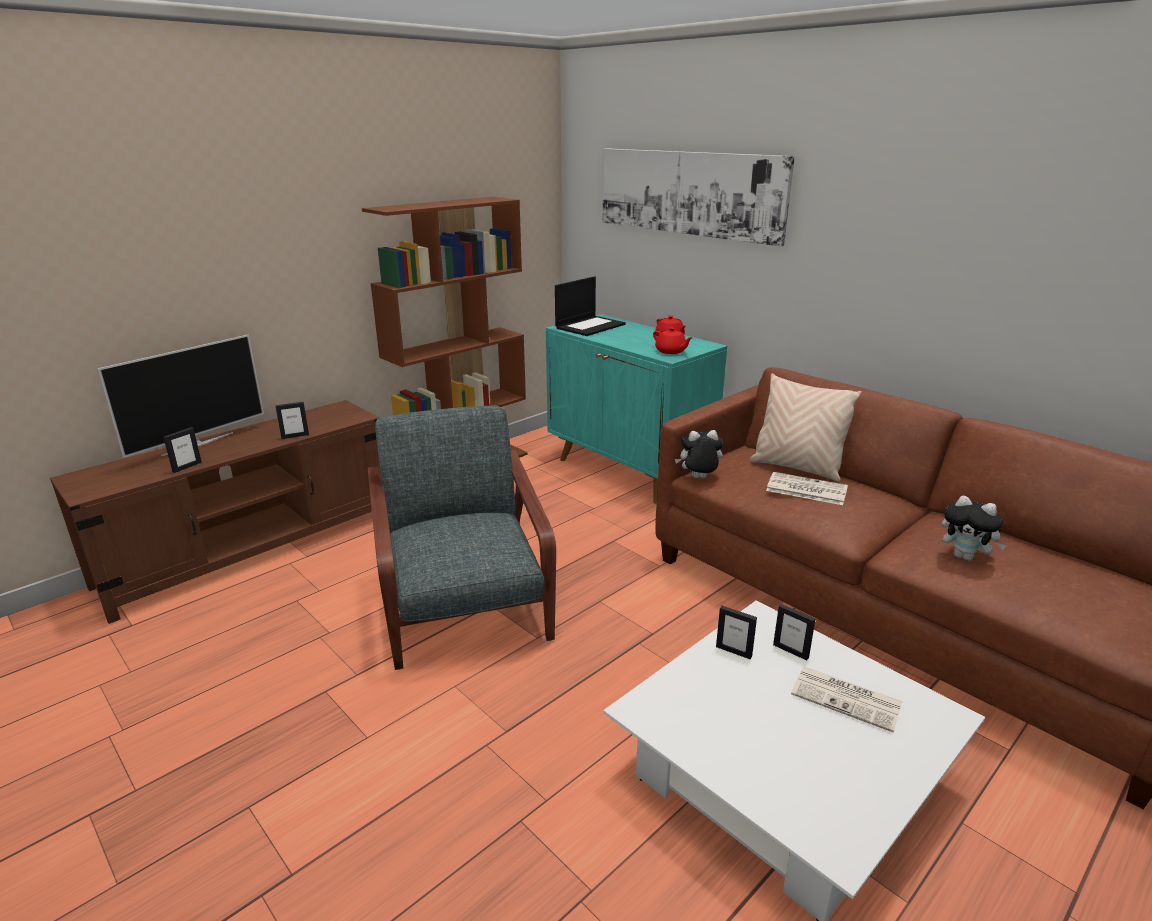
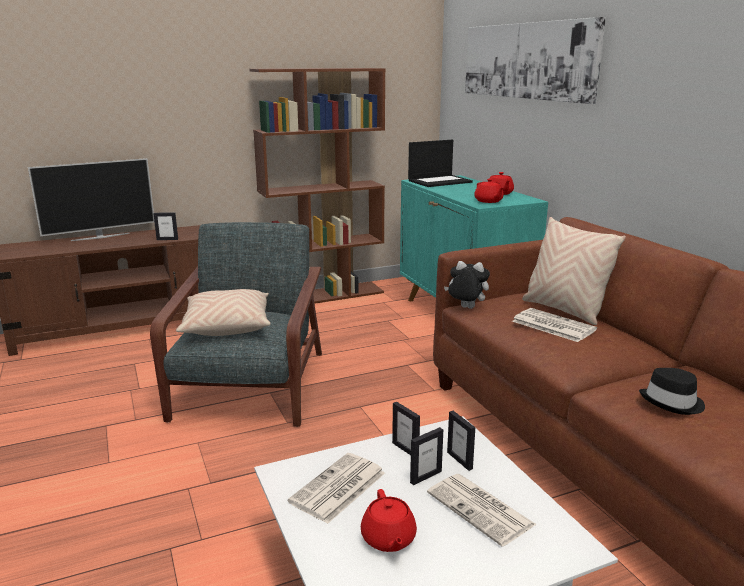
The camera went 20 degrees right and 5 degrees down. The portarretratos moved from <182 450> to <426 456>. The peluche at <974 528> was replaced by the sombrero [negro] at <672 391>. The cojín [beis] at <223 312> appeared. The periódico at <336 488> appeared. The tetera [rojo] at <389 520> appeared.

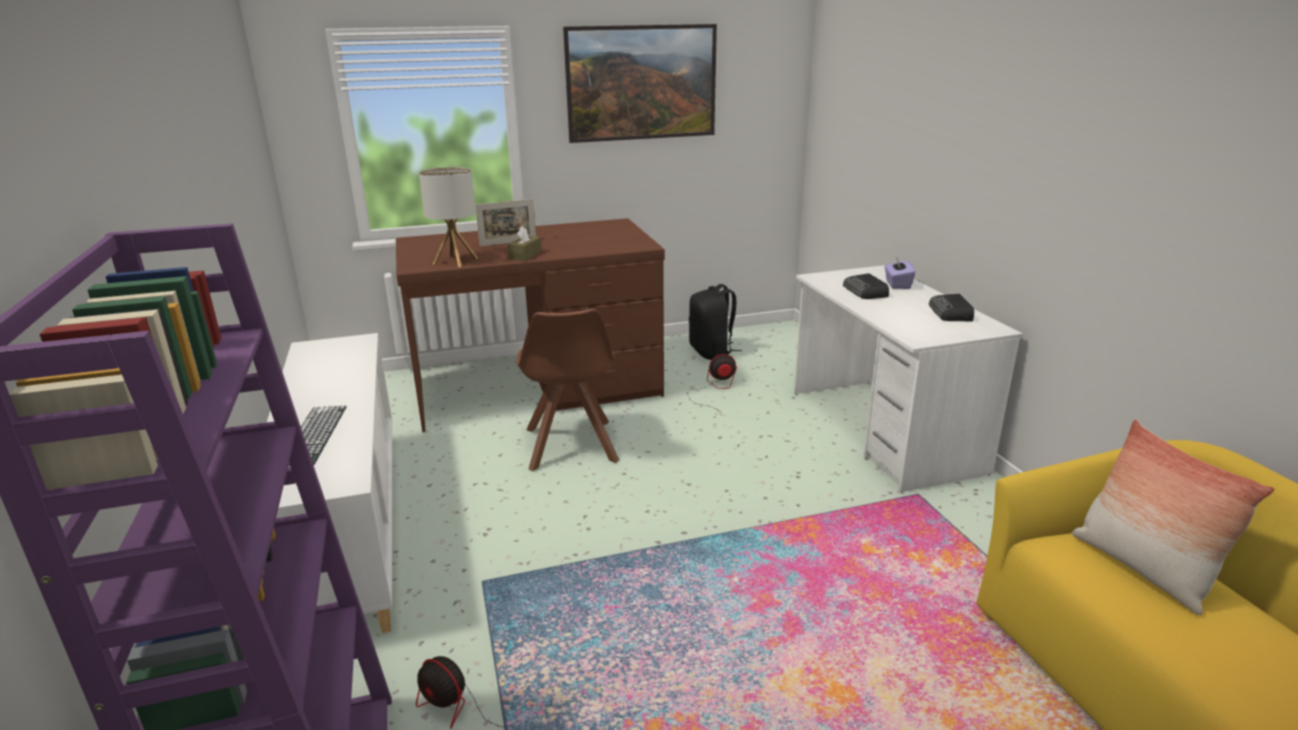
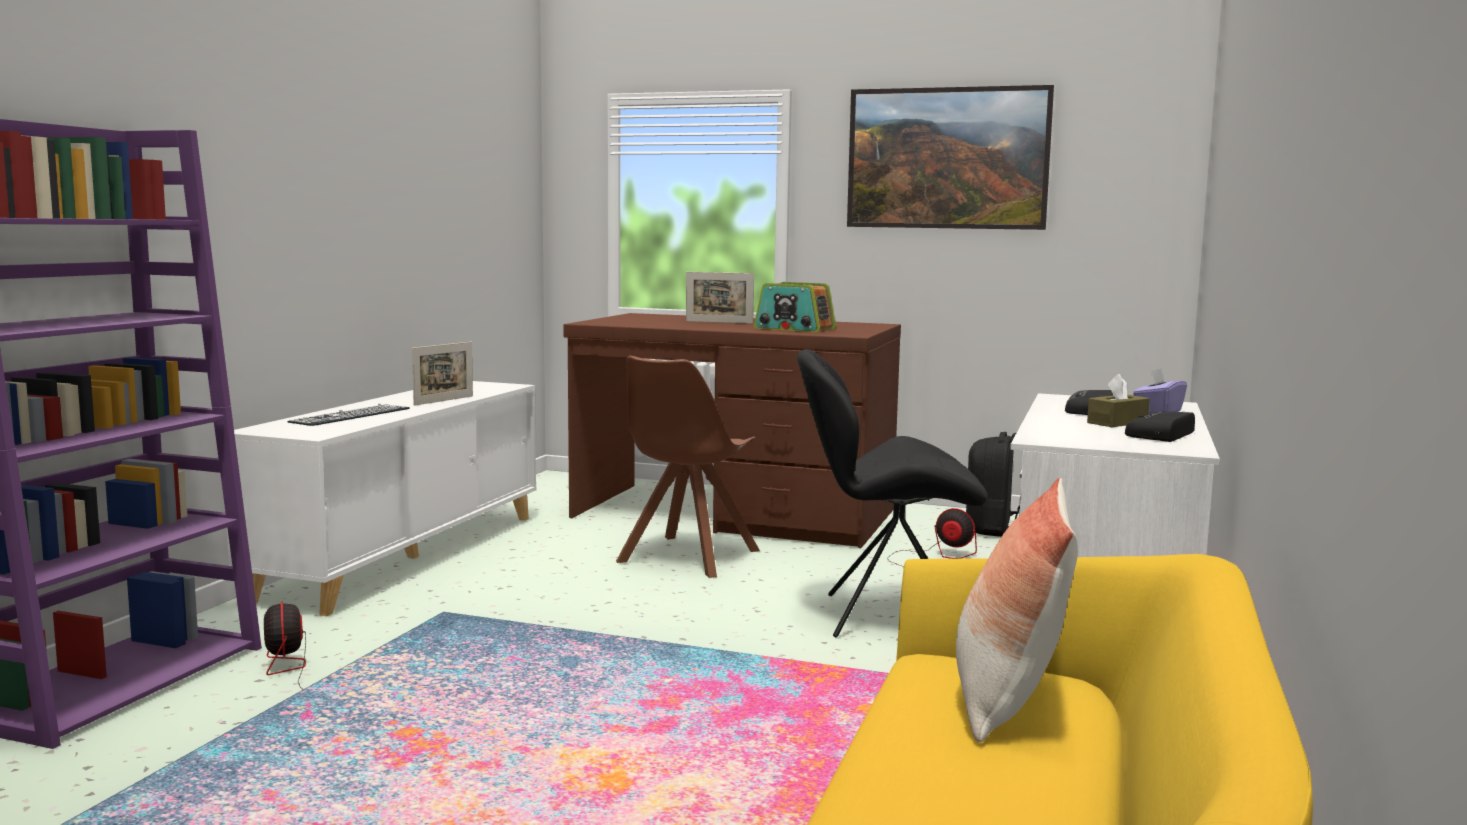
The camera went 35 degrees right and 15 degrees down. The lámpara de mesa at <448 217> disappeared. The caja de pañuelos [marrón] moved from <525 243> to <1118 400>. The radio at <795 307> appeared. The portarretratos at <442 374> appeared. The silla [negro] at <892 493> appeared.

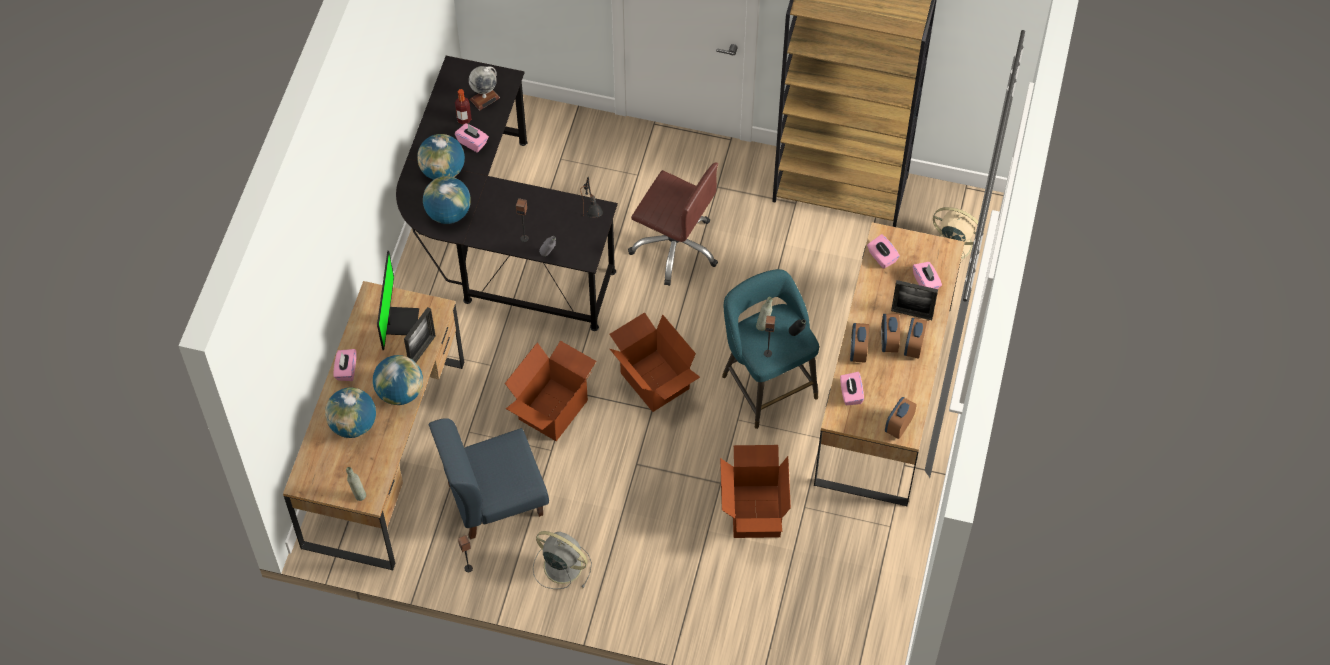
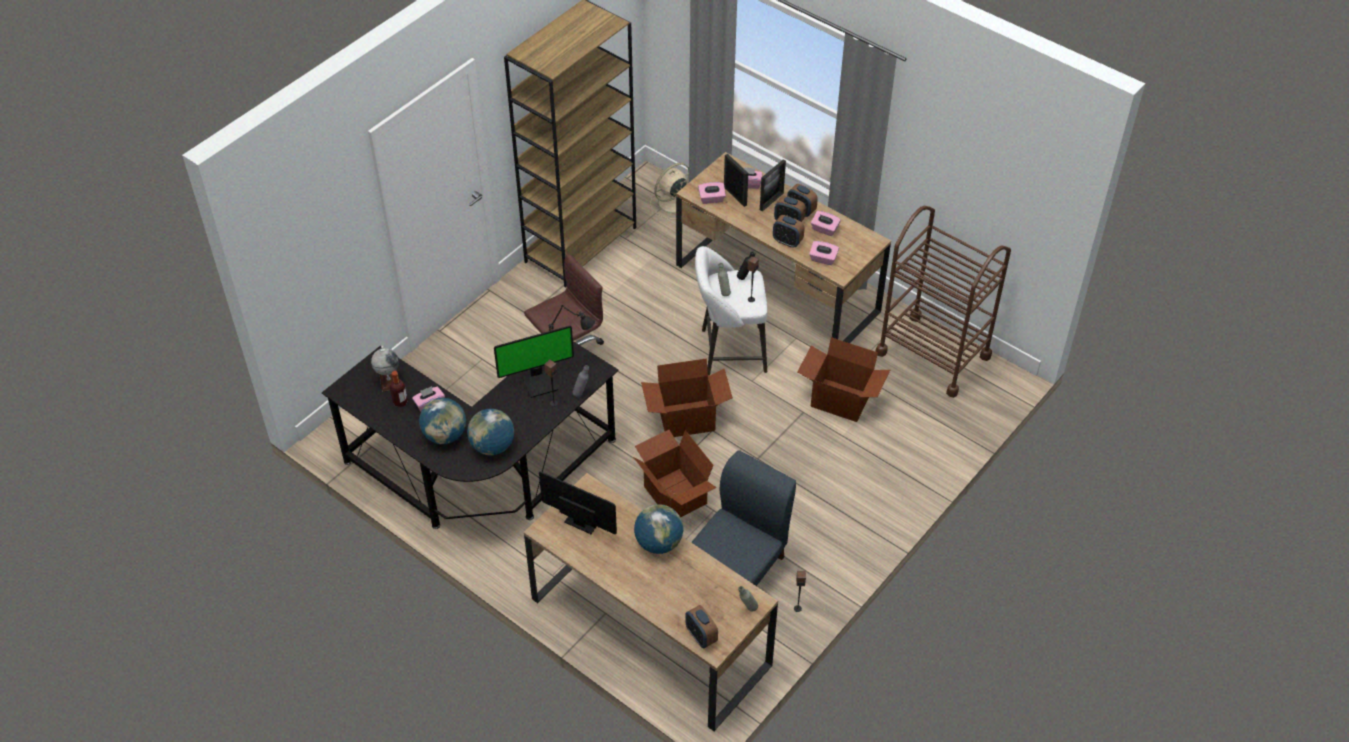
The camera went 65 degrees left and 10 degrees down. The taburete [turquesa] at <770 349> became the taburete [blanco] at <731 311>. The portarretratos moved from <420 334> to <736 180>. The caja de pañuelos [rosa] moved from <345 365> to <826 223>. The globo terráqueo at <350 412> disappeared. The despertador moved from <901 418> to <701 626>. The silla [azul] at <489 479> turned 150 degrees counterclockwise. The ventilador [gris] at <562 560> disappeared. The carrito [marrón] at <943 302> appeared. The monitor at <534 362> appeared.

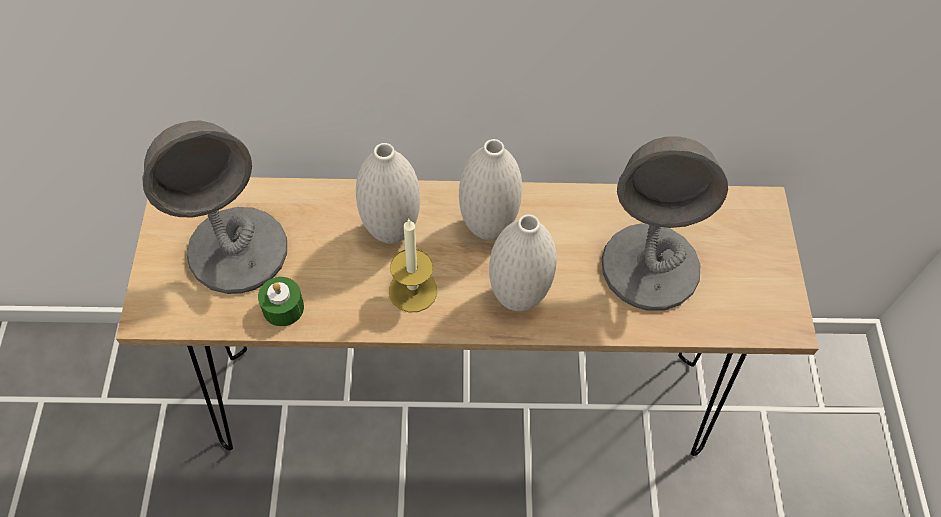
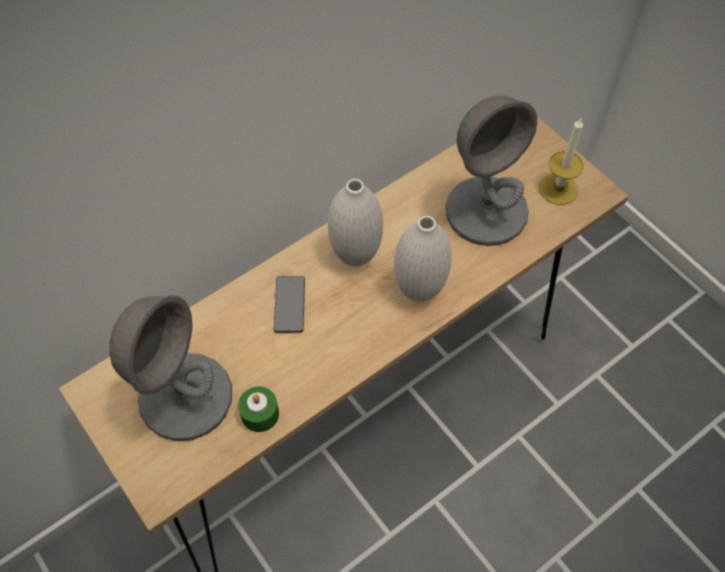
The camera went 35 degrees left and 0 degrees up. The florero [blanco] at <388 193> was replaced by the móvil at <289 304>. The vela moved from <413 265> to <561 161>.

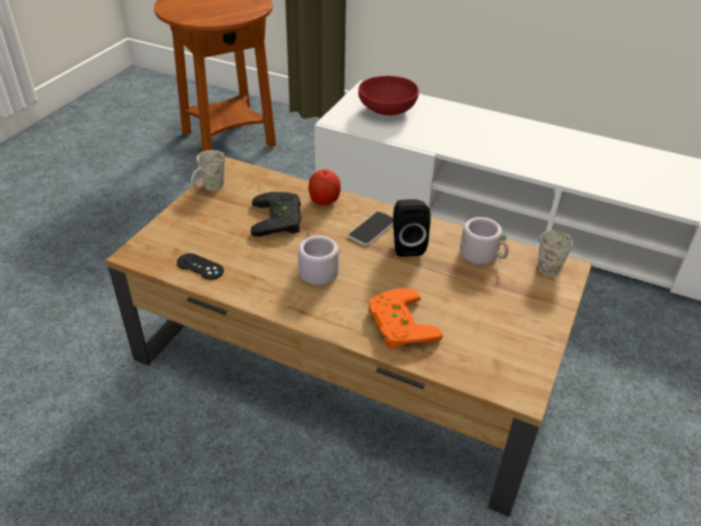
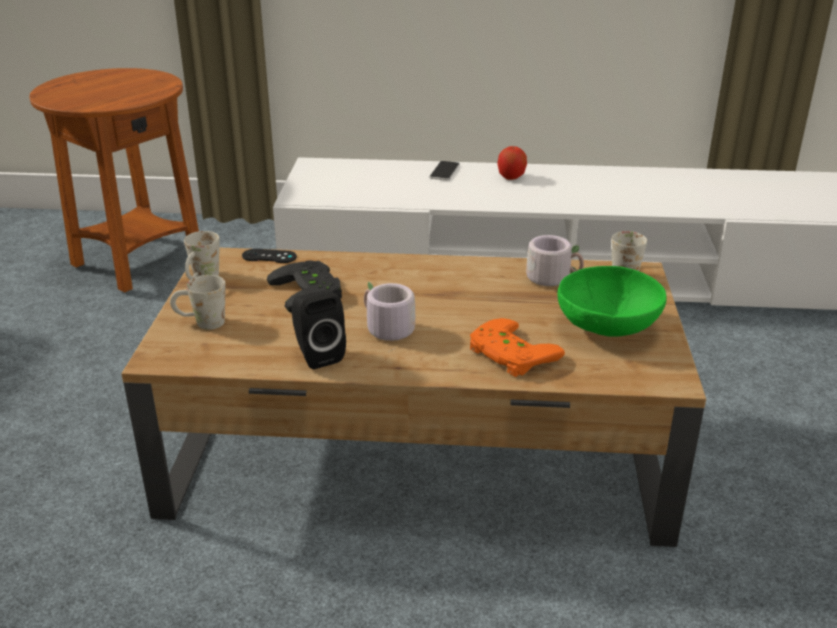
The camera went 20 degrees left and 10 degrees down. The cuenco [rojo] at <388 95> disappeared. The manzana moved from <324 187> to <512 163>. The altavoz [negro] moved from <412 228> to <319 330>. The móvil moved from <370 228> to <444 171>. The mando de consola [negro] moved from <200 266> to <269 256>. The cuenco [verde] at <612 301> appeared. The taza grande [blanco] at <198 302> appeared.

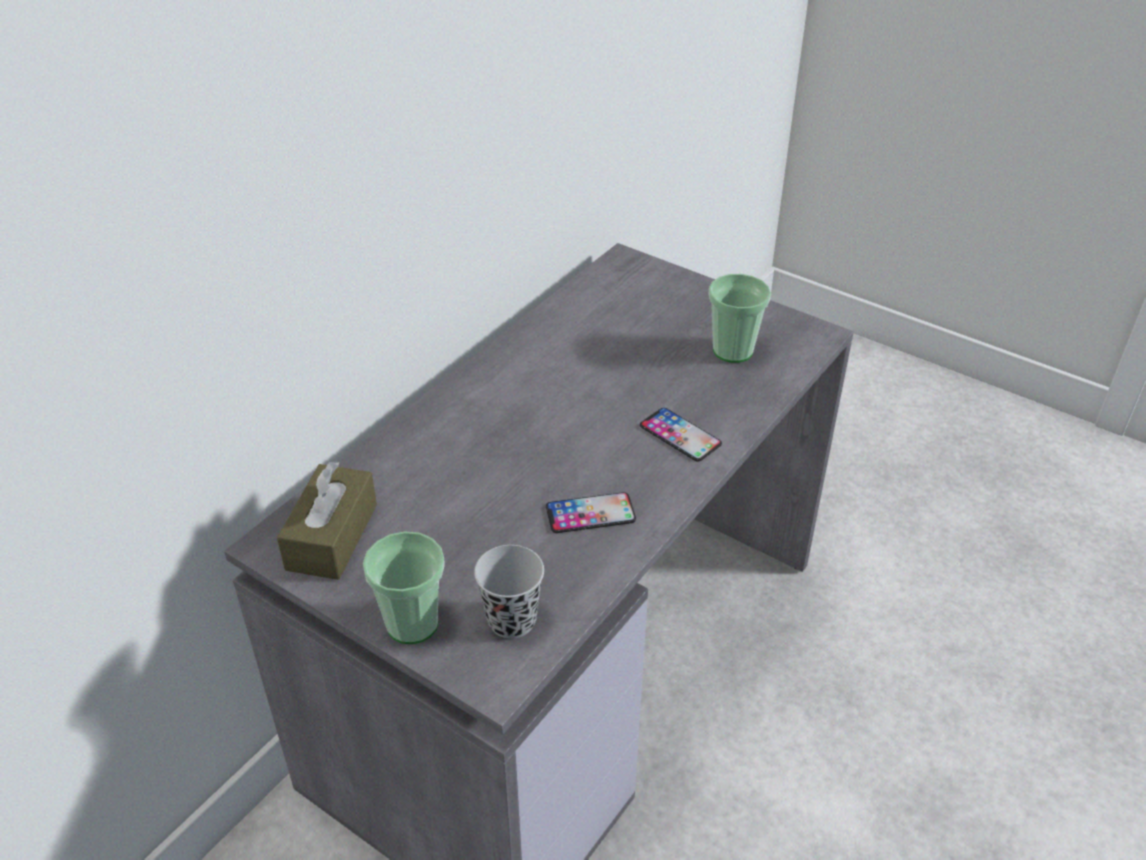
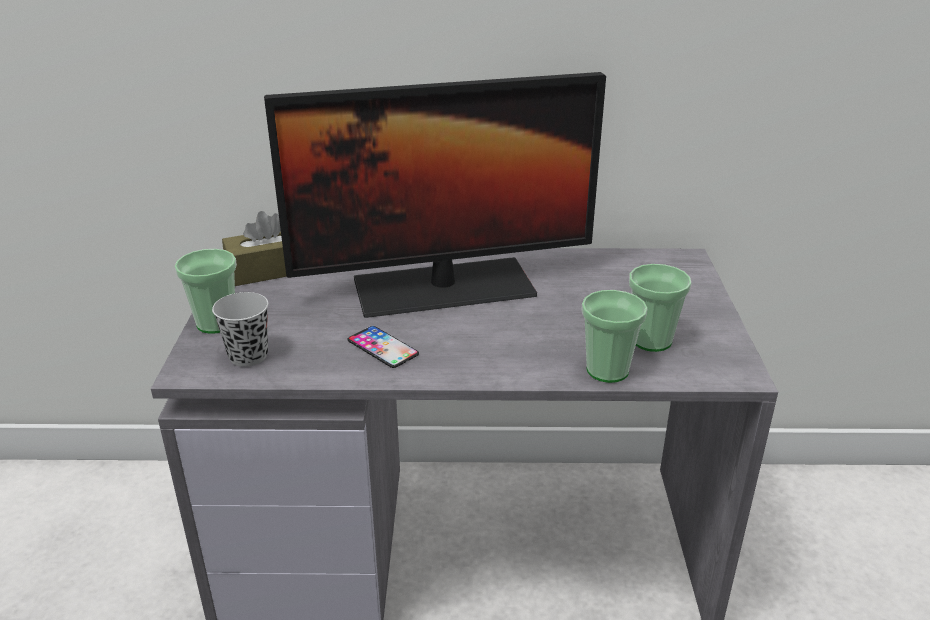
The camera went 55 degrees right and 10 degrees down. The móvil at <681 434> disappeared. The monitor at <435 195> appeared. The taza at <614 336> appeared.

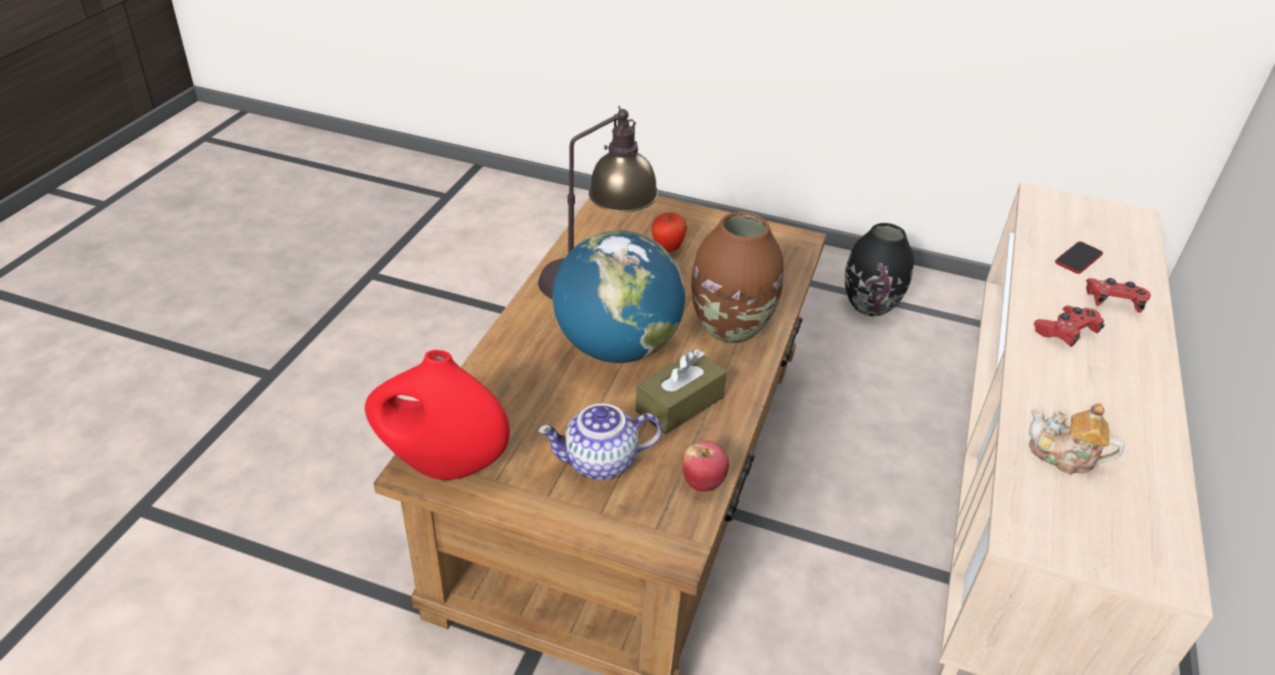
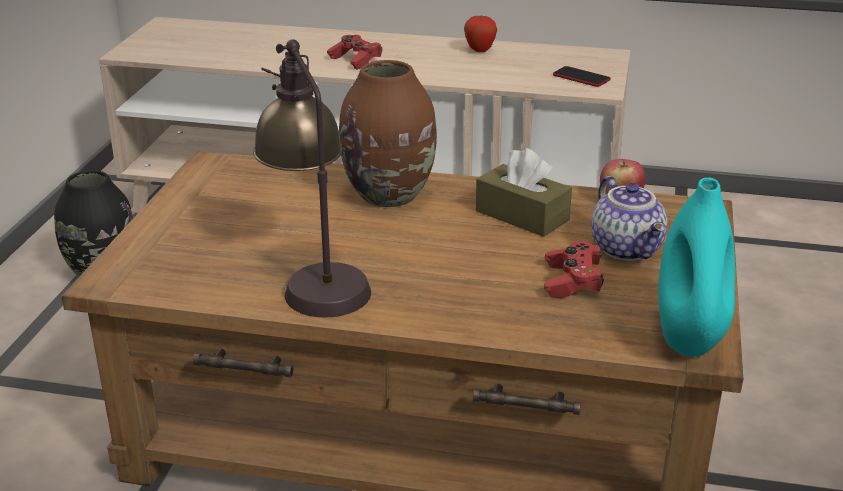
The camera went 95 degrees left and 10 degrees down. The manzana moved from <669 232> to <480 34>. The globo terráqueo at <619 296> disappeared. The móvil moved from <1079 258> to <582 76>. The mando de consola [rojo] moved from <1118 295> to <574 269>. The florero [rojo] at <437 415> became the florero [turquesa] at <696 267>. The tetera at <1076 439> disappeared.

